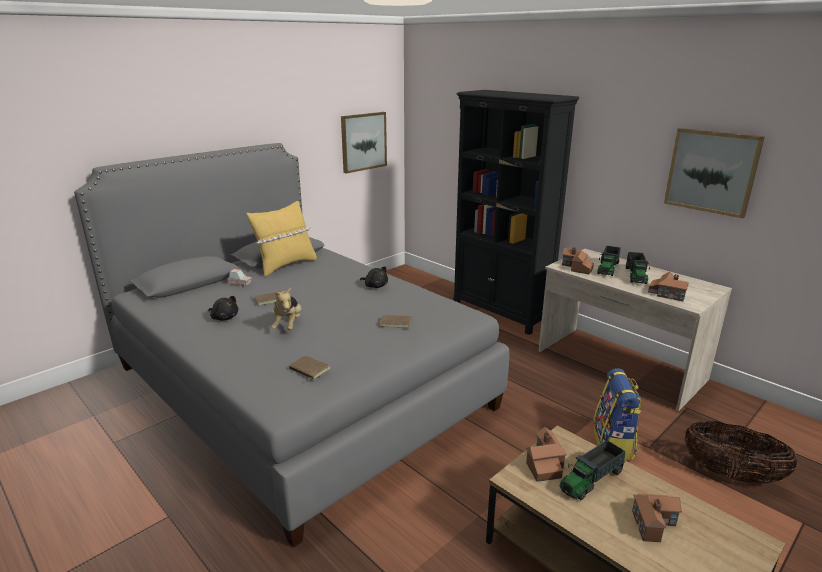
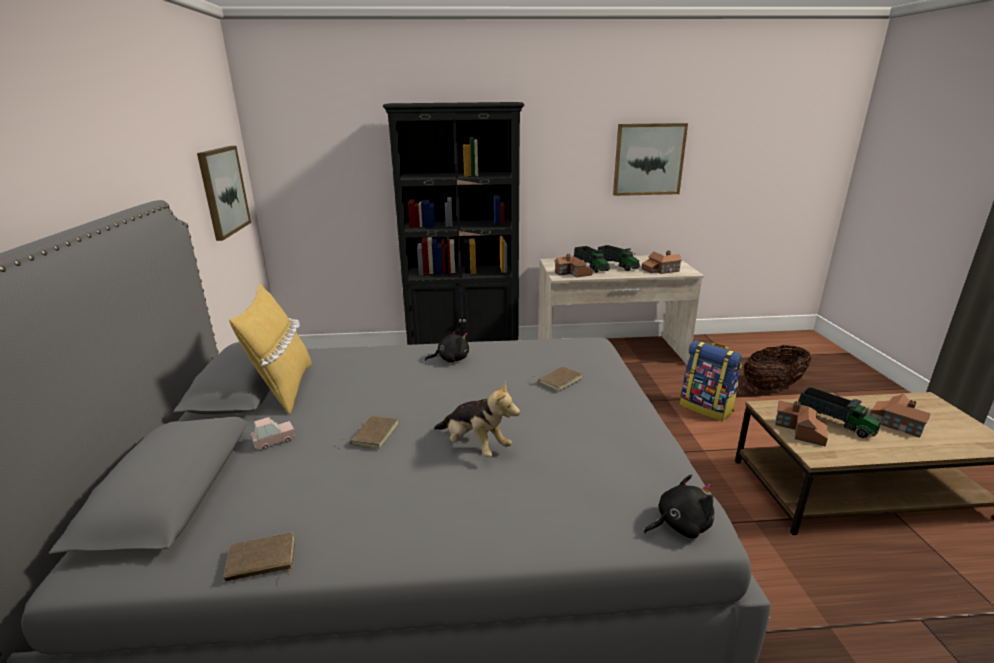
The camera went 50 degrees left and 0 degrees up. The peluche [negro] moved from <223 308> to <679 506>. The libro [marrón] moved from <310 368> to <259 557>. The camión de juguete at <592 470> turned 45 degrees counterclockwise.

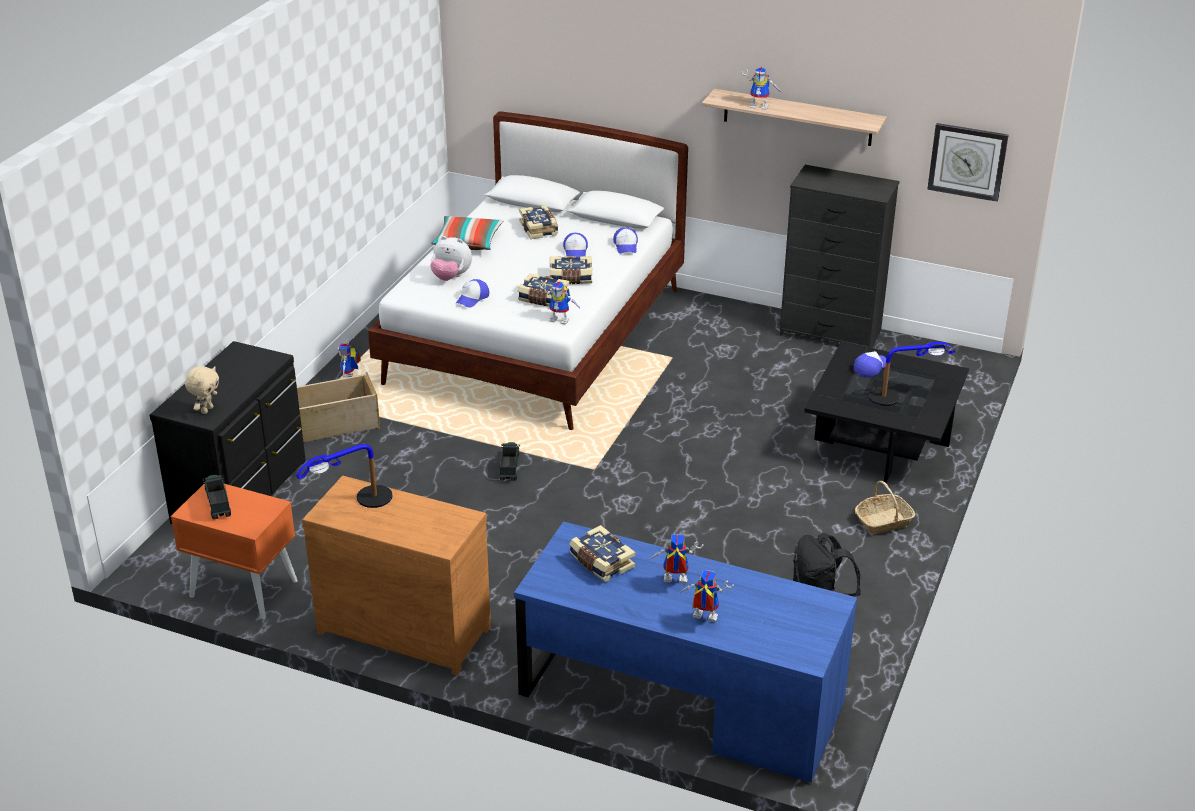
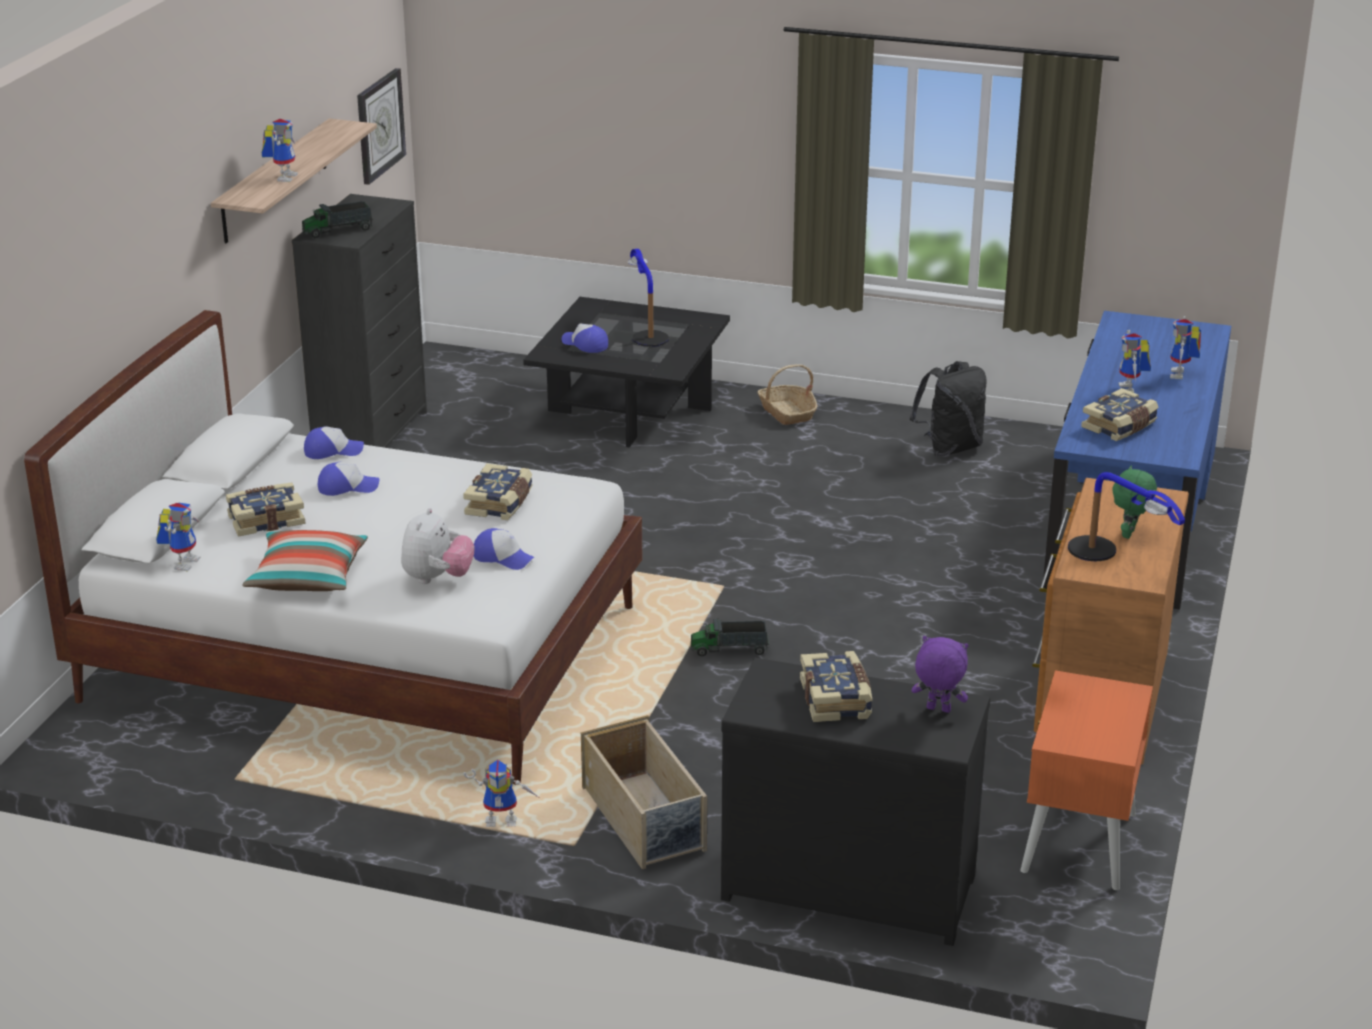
The camera went 95 degrees left and 5 degrees down. The libro moved from <571 270> to <836 686>. The robot de juguete moved from <560 303> to <178 537>. The peluche [beis] at <202 390> became the peluche [morado] at <940 674>. The camión de juguete moved from <217 497> to <337 219>. The peluche [verde] at <1134 502> appeared.

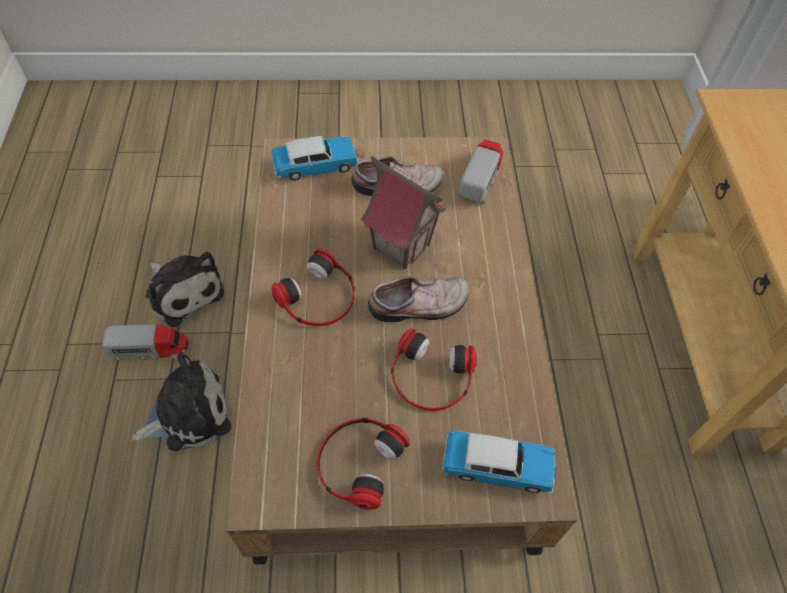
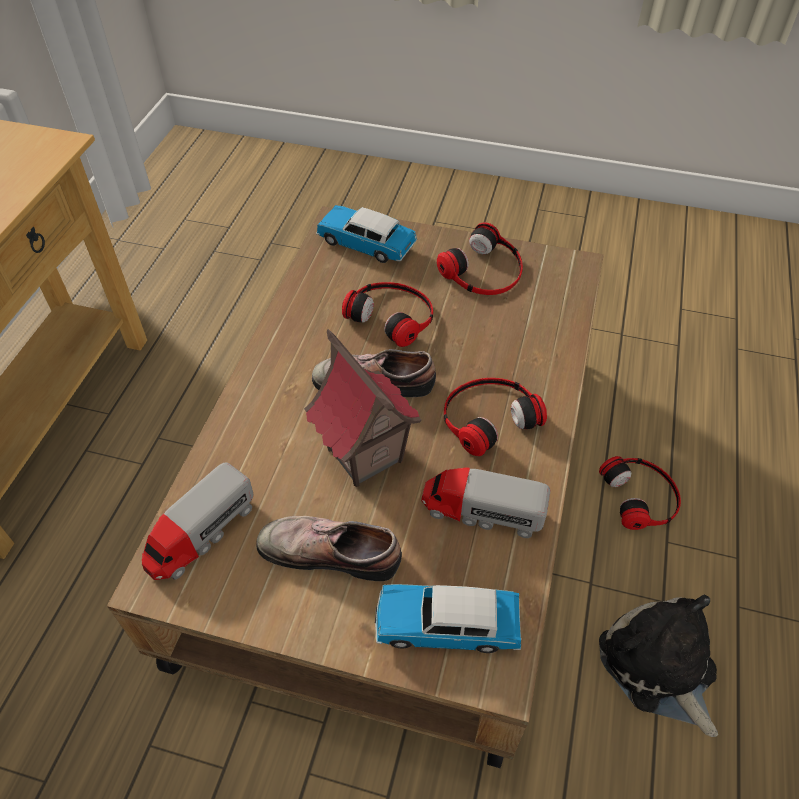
The camera went 160 degrees left and 5 degrees down. The camión de juguete moved from <145 342> to <485 502>. The peluche at <181 402> was replaced by the auriculares at <640 493>.

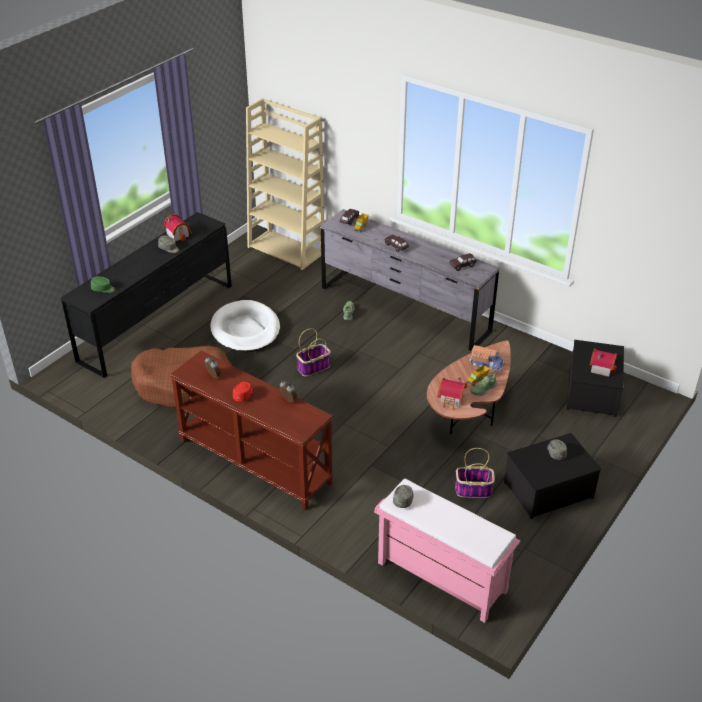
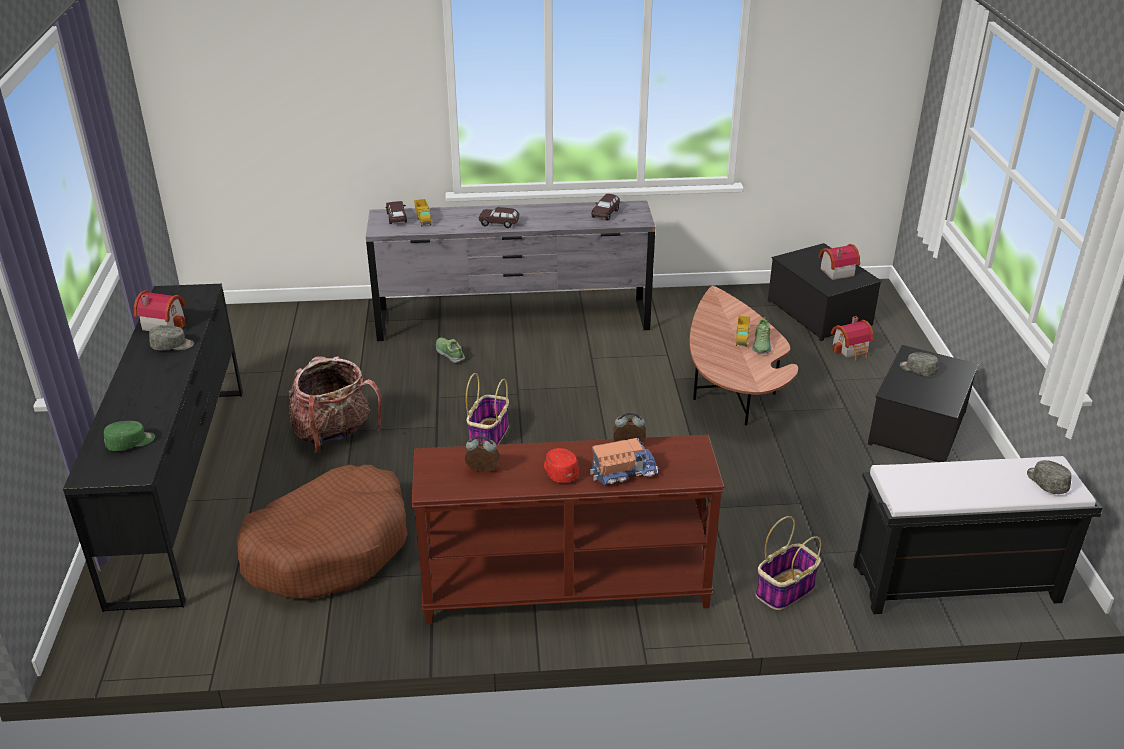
The camera went 40 degrees left and 5 degrees down. The estantería [beis] at <285 184> disappeared. The cama para perro [blanco] at <245 326> was replaced by the mochila at <334 404>. The camión de juguete moved from <487 358> to <624 462>. The casita moved from <452 393> to <852 338>. The cesta moved from <475 473> to <788 563>. The banco [rosa] at <447 550> became the banco [negro] at <977 535>. The gorra [gris] moved from <403 496> to <1049 477>.

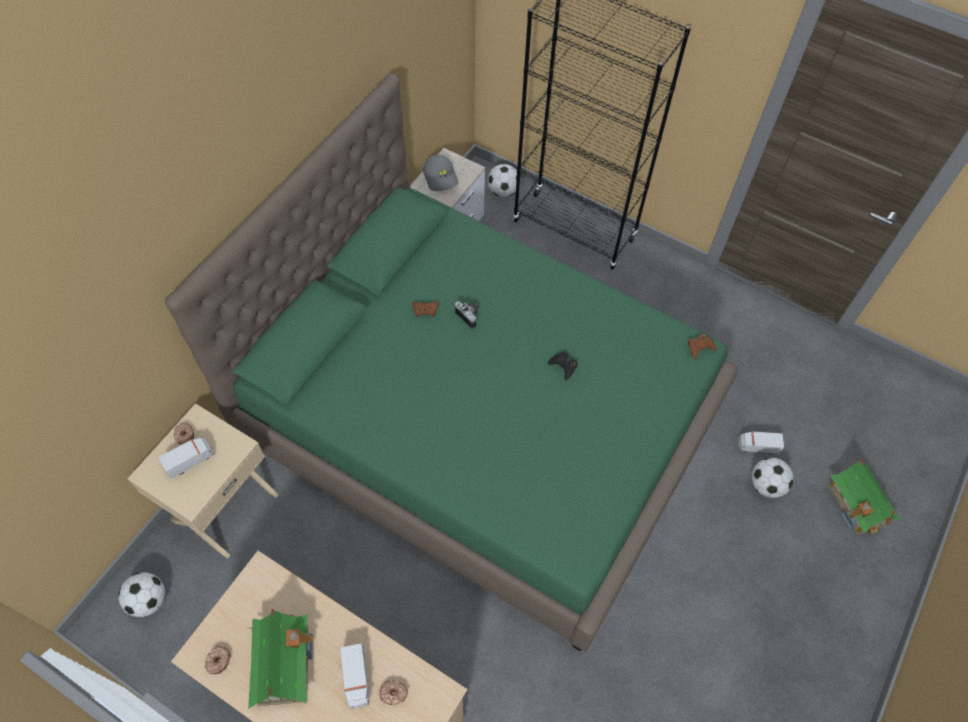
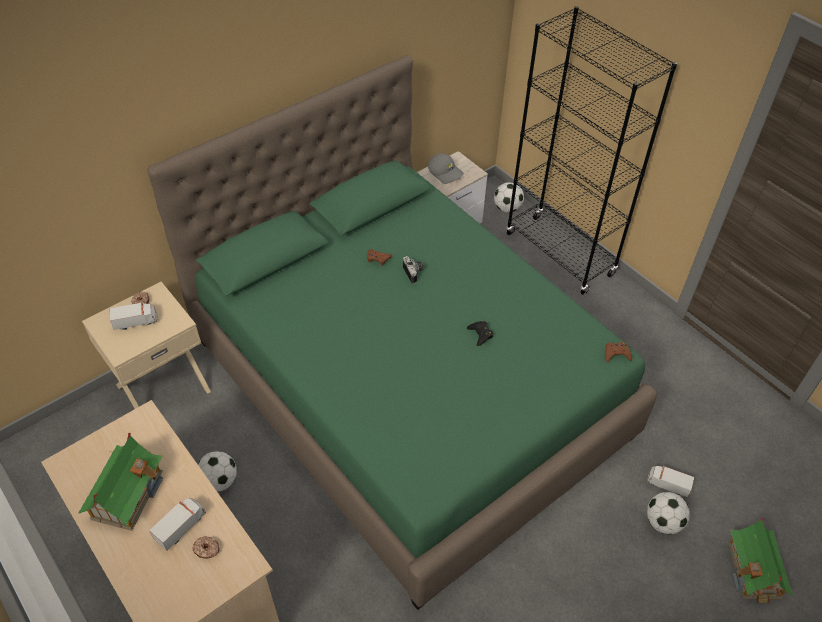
The camera went 20 degrees right and 10 degrees down. The gorra [gris] at <440 173> turned 45 degrees counterclockwise. The balón de fútbol moved from <141 594> to <217 471>. The camión de juguete at <354 676> turned 150 degrees counterclockwise. The rosquilla at <218 660> disappeared.

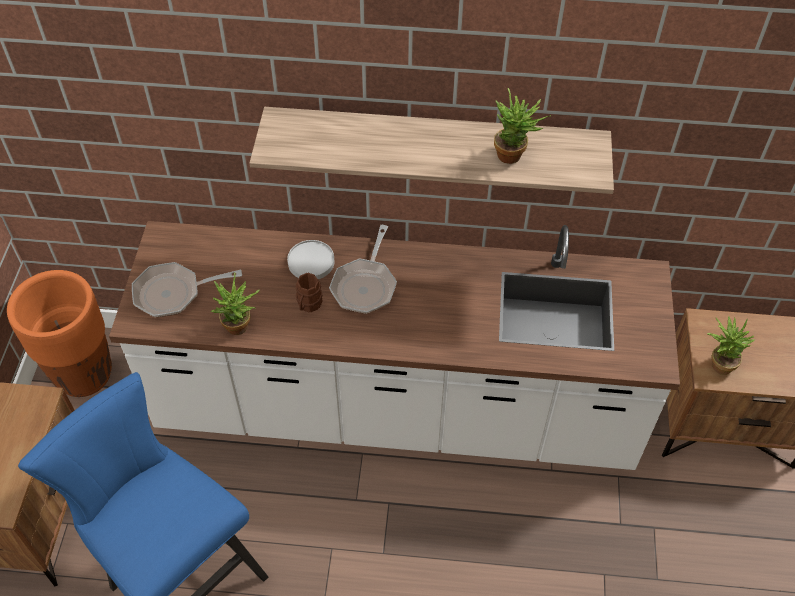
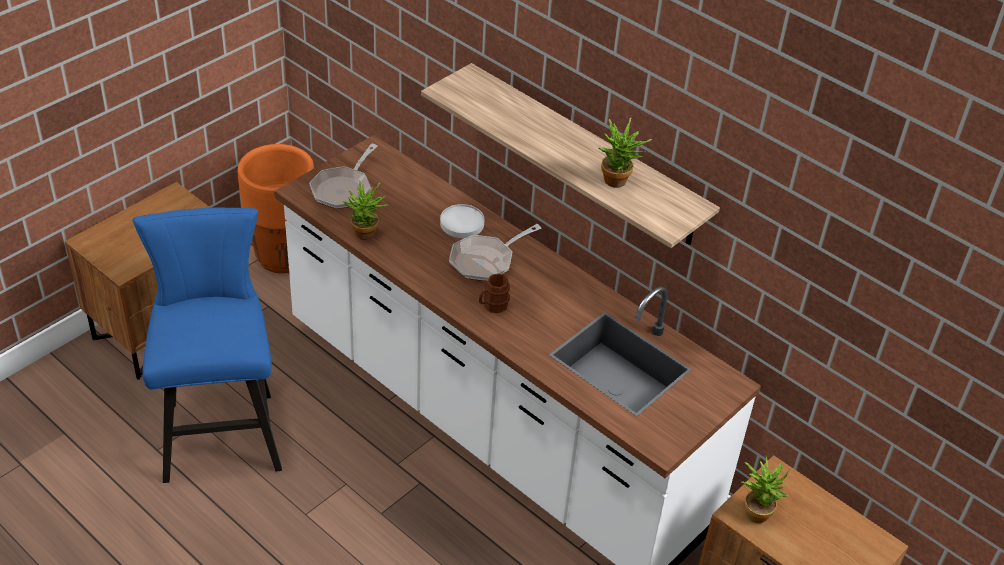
The camera went 35 degrees right and 10 degrees down. The sartén at <187 289> turned 90 degrees counterclockwise. The taza grande [marrón] moved from <309 292> to <494 293>.

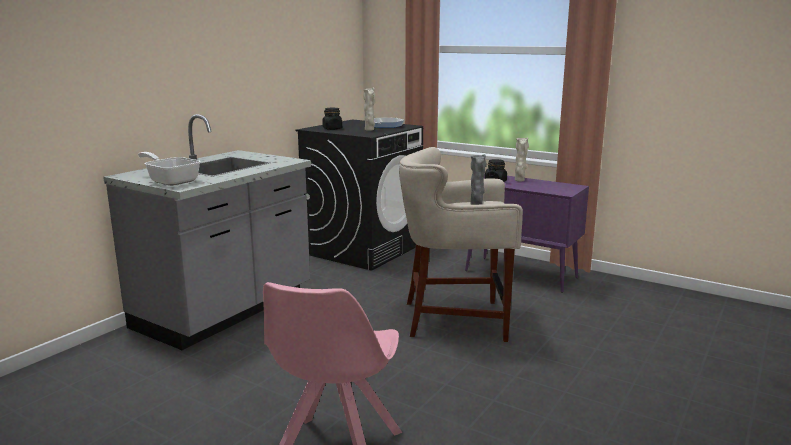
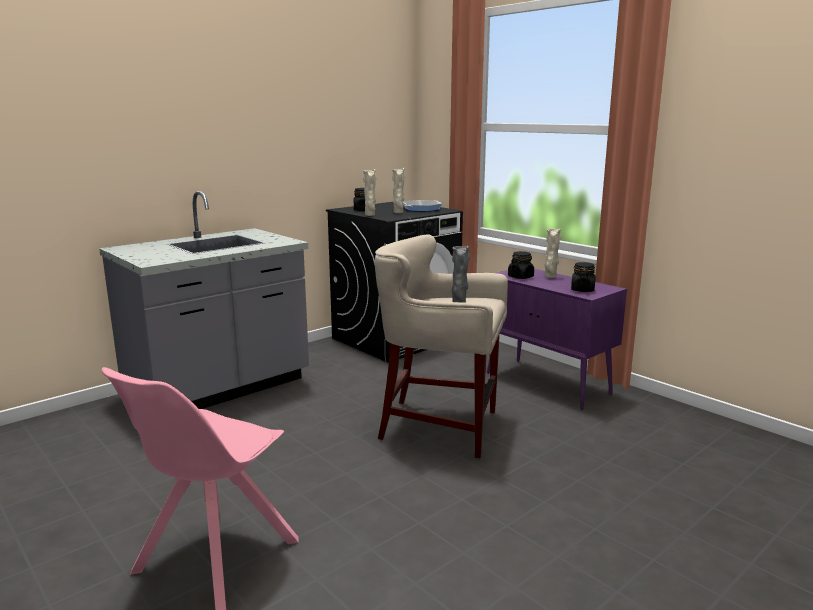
The camera went 15 degrees right and 0 degrees up. The sartén at <169 169> disappeared. The florero [beis] at <369 192> appeared. The tarro [negro] at <583 277> appeared.

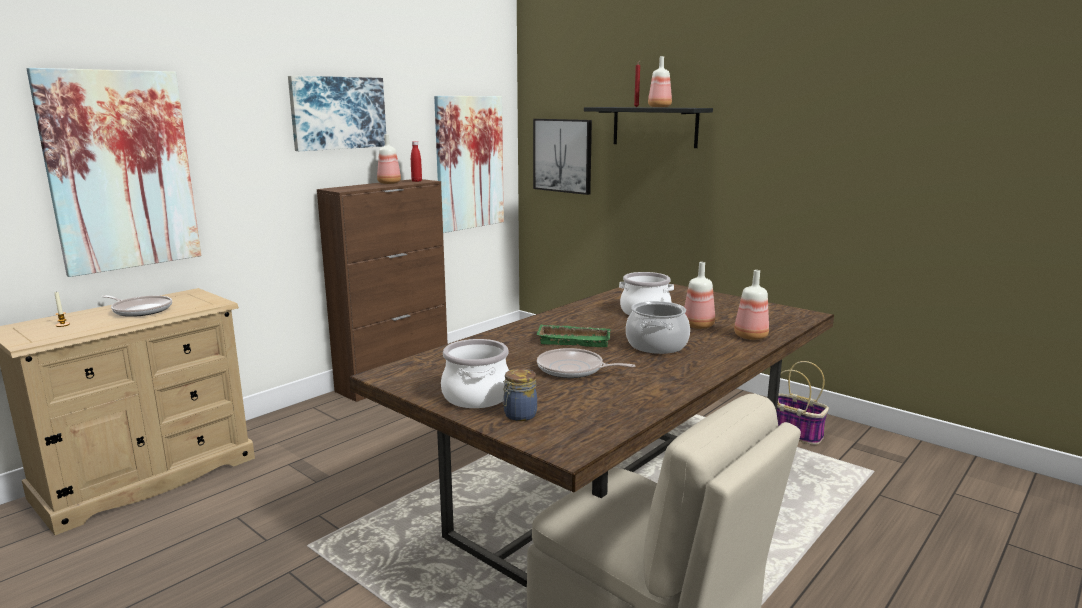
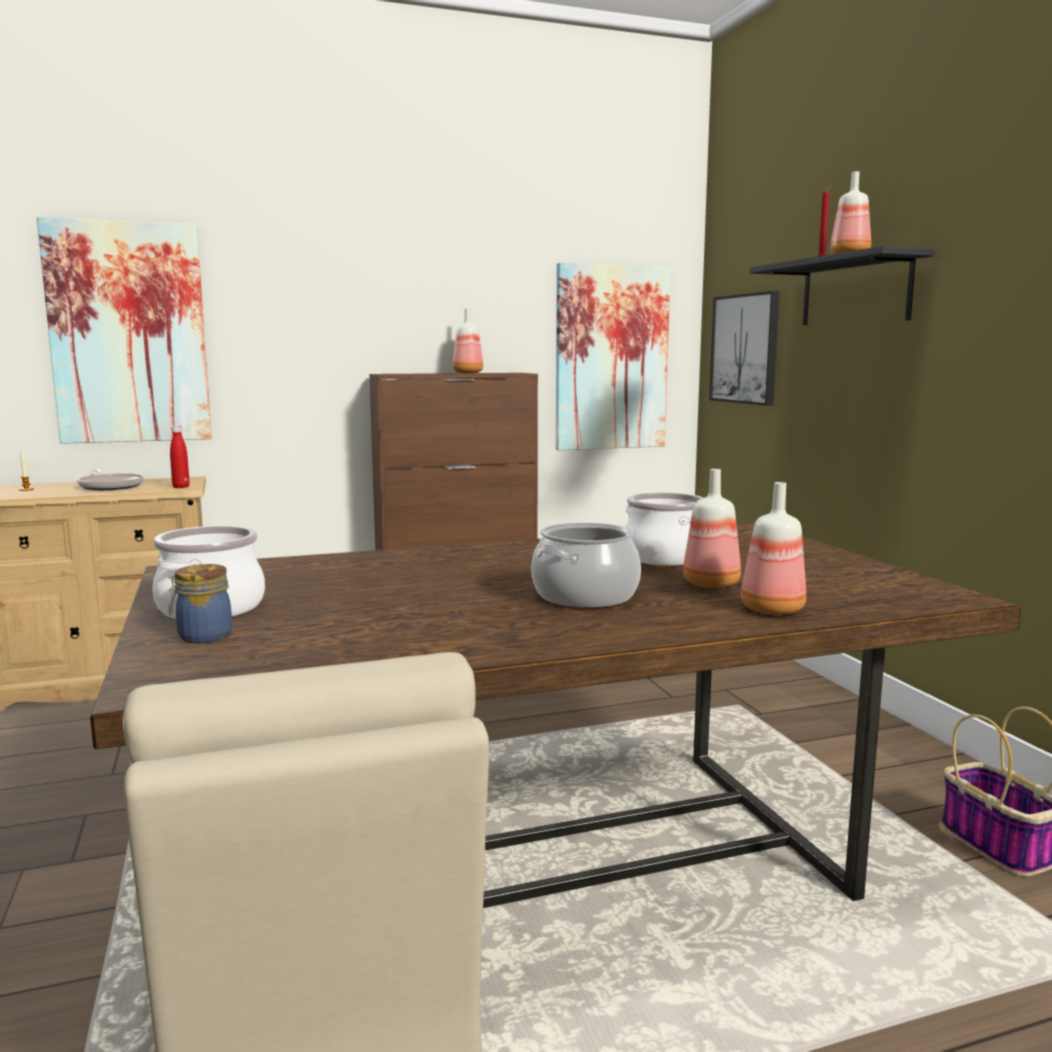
The camera went 30 degrees right and 5 degrees down. The cuadro at <337 113> disappeared. The botella [rojo] moved from <416 161> to <180 457>. The bandeja [verde] at <573 335> disappeared. The sartén at <586 363> disappeared.

